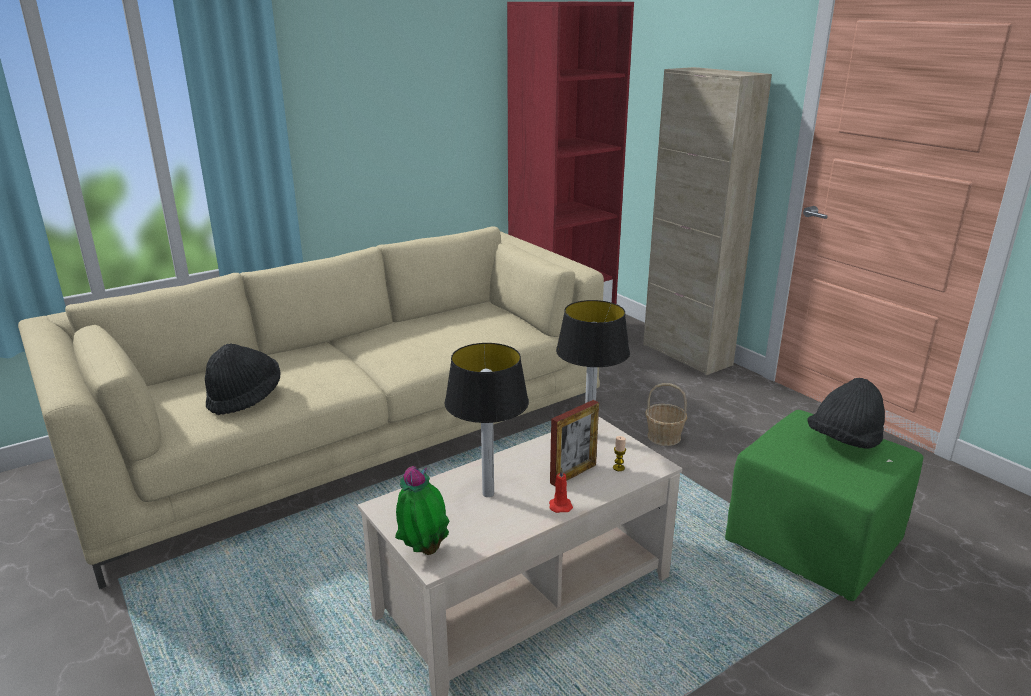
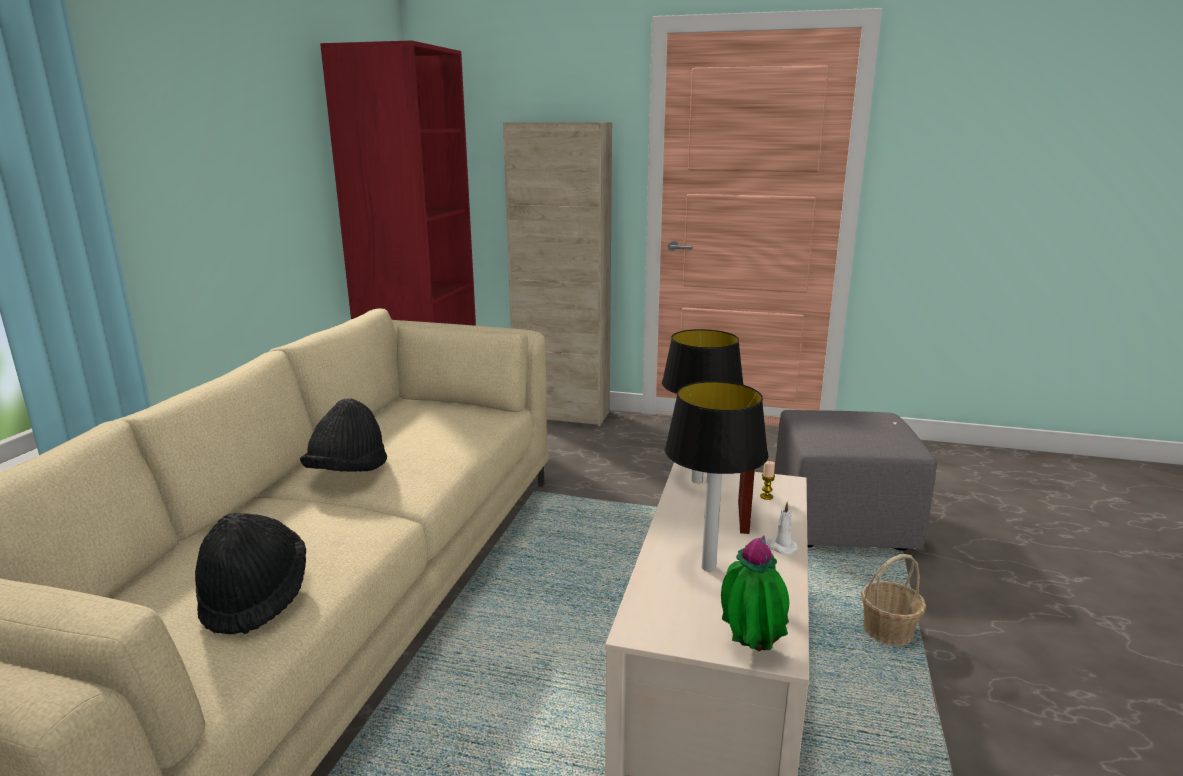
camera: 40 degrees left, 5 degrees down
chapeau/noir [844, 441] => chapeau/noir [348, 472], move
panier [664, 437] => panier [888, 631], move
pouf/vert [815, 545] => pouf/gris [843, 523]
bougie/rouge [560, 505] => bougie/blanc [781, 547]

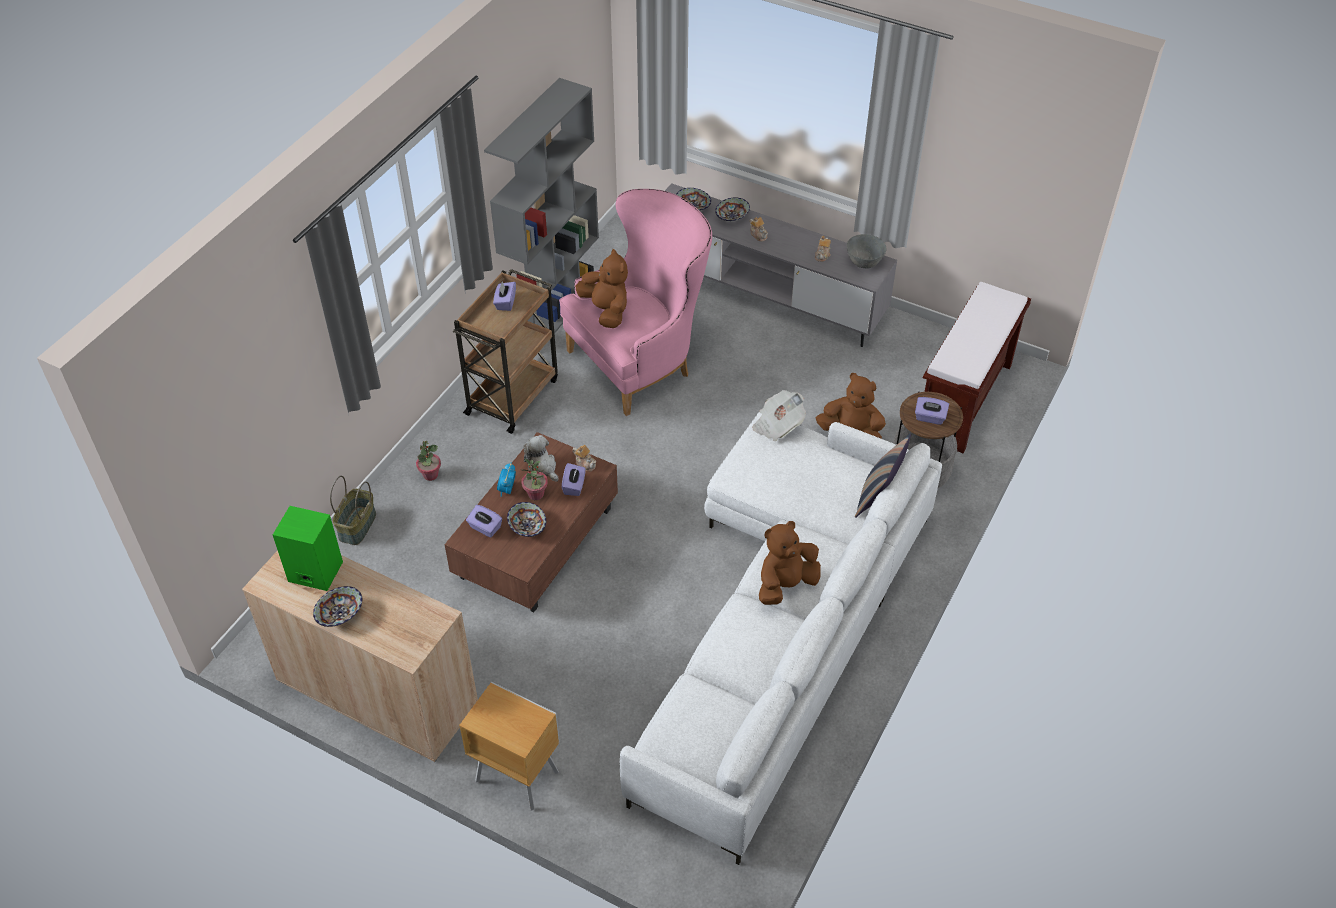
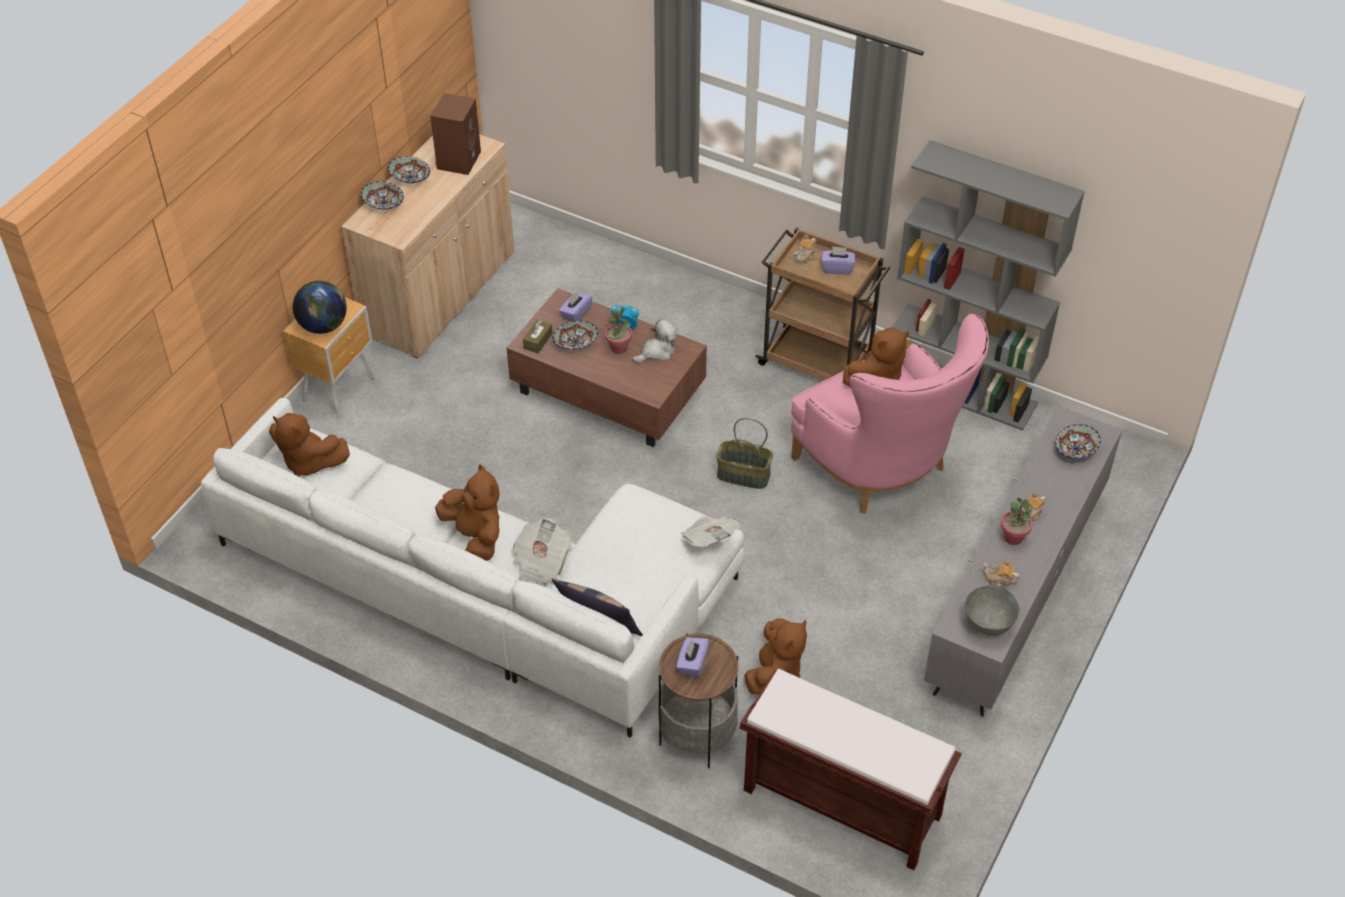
camera: 90 degrees right, 0 degrees up
bol [731, 217] => bol [384, 204], move
plante en pot [430, 475] => plante en pot [1013, 537], move
théière [585, 463] => théière [804, 257], move
boîte à mouchoirs/violet [574, 486] => nothing
panier [358, 526] => panier [743, 475], move
enceinte/vert [314, 572] => enceinte/marron [458, 159]
nothing => globe [323, 325]
nothing => boîte à mouchoirs/marron [538, 341]
nothing => peluche/marron [308, 462]
nothing => journal [541, 563]

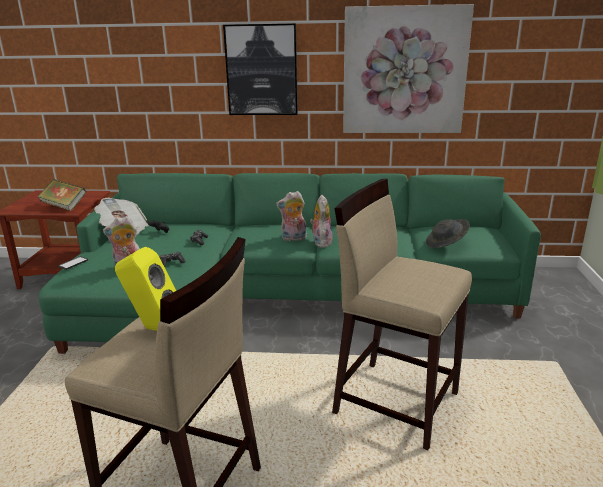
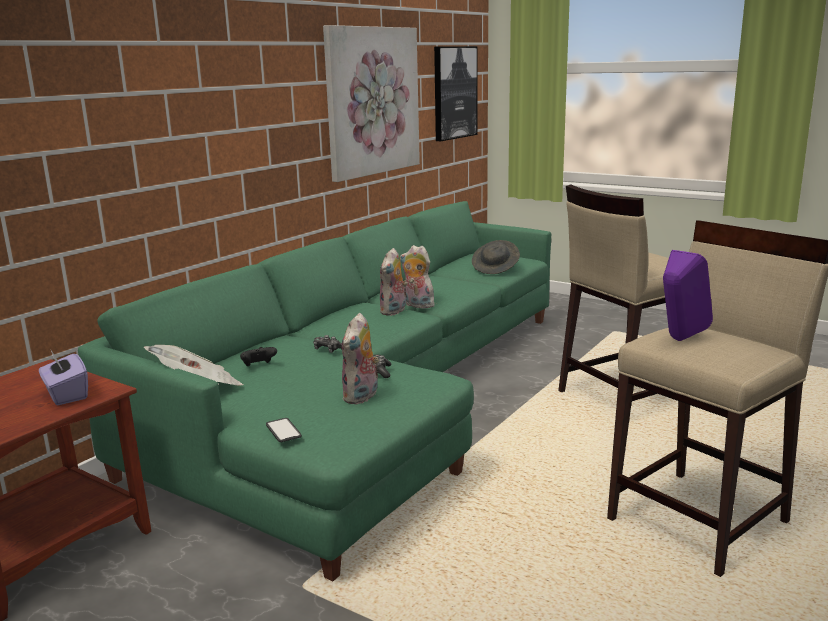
camera: 60 degrees left, 5 degrees down
tableau [262, 70] => tableau [454, 92], move
livre [64, 206] => boîte à mouchoirs/violet [66, 395]
enceinte/jaune [154, 329] => enceinte/violet [679, 340]

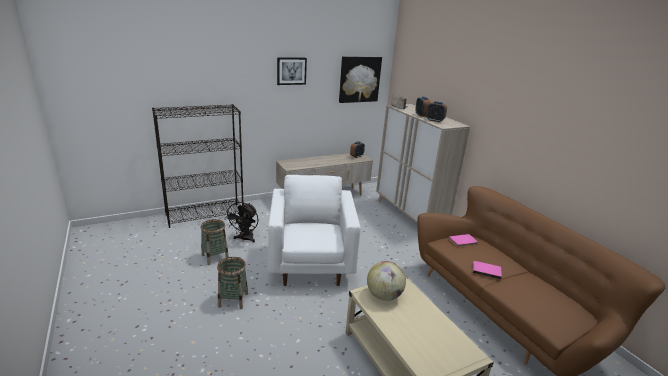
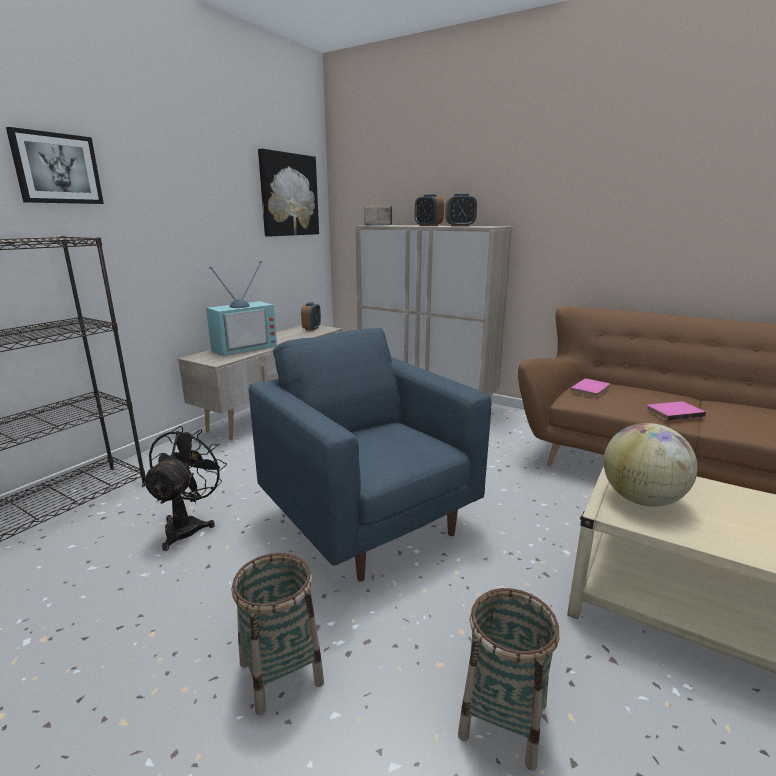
camera: 30 degrees left, 5 degrees down
tableau [291, 71] => tableau [57, 168], move
fauteuil/blanc [311, 265] => fauteuil/bleu [370, 521]
ventilateur/noir [244, 239] => ventilateur/noir [188, 525], 150 degrees counterclockwise
panier [215, 257] => panier [503, 719], move
nothing => téléviseur [244, 347]

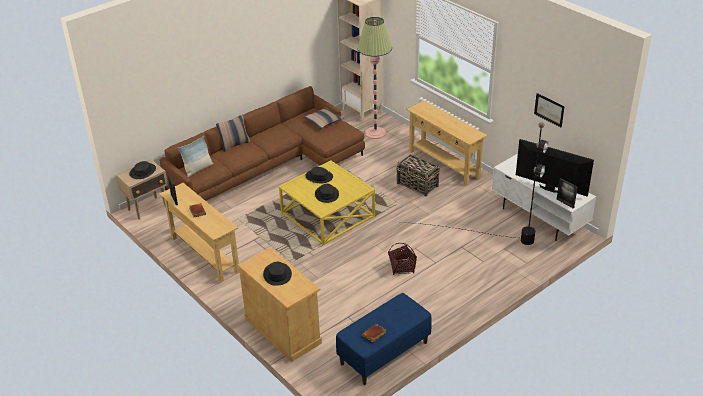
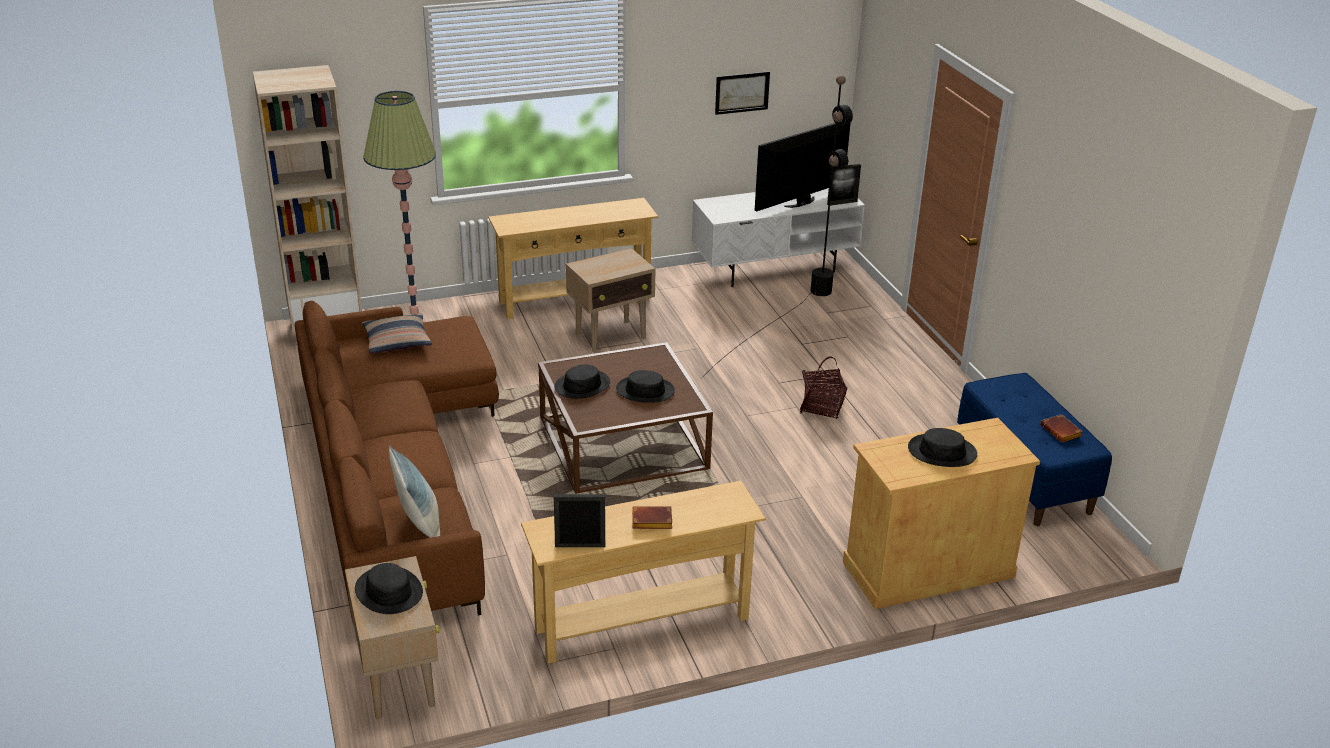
camera: 70 degrees left, 5 degrees down
coussin [234, 144] => nothing
panier [418, 185] => table d'appoint/beige [611, 336]
table basse/jaune [327, 214] => table basse/marron [622, 443]

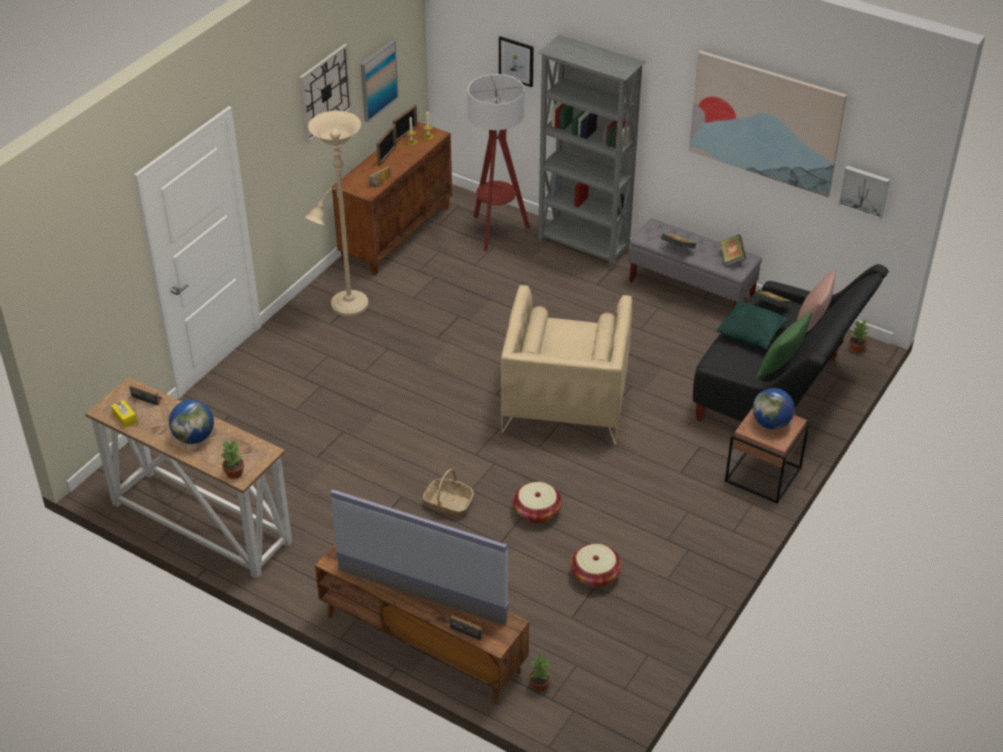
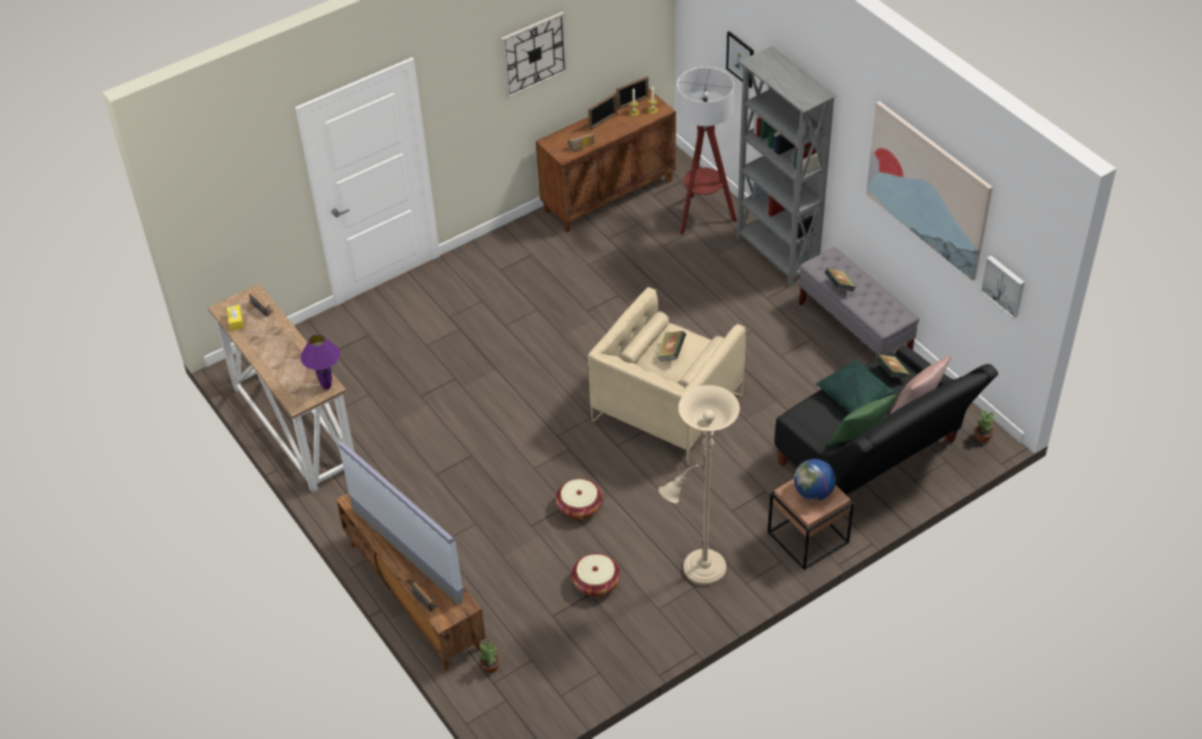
camera: 25 degrees right, 5 degrees up
tableau [378, 80] => nothing
lampadaire/beige [346, 307] => lampadaire/beige [699, 571], move
livre [731, 258] => livre [671, 353], move
globe [194, 437] => nothing
plante en pot [234, 473] => nothing
panier [448, 503] => nothing
nothing => lampe de table/violet [327, 387]

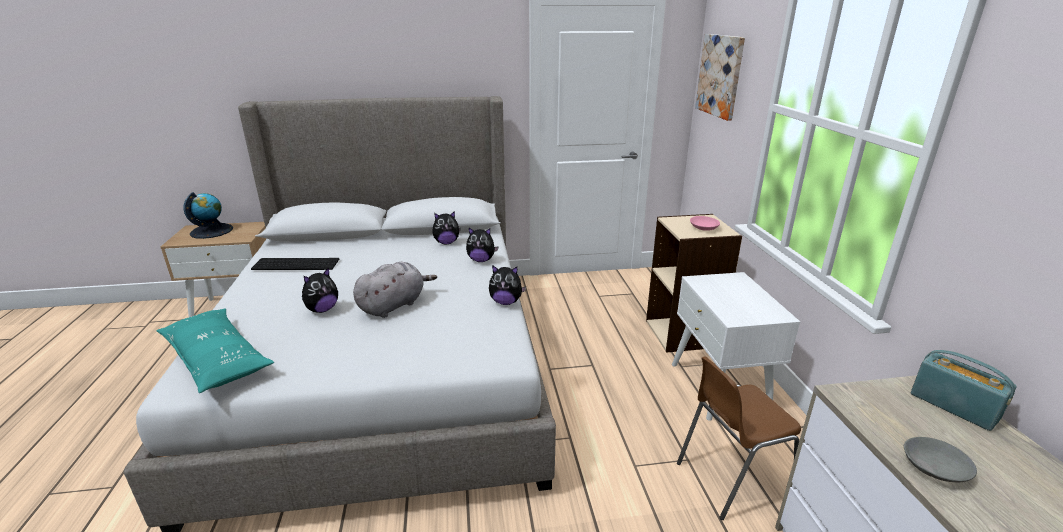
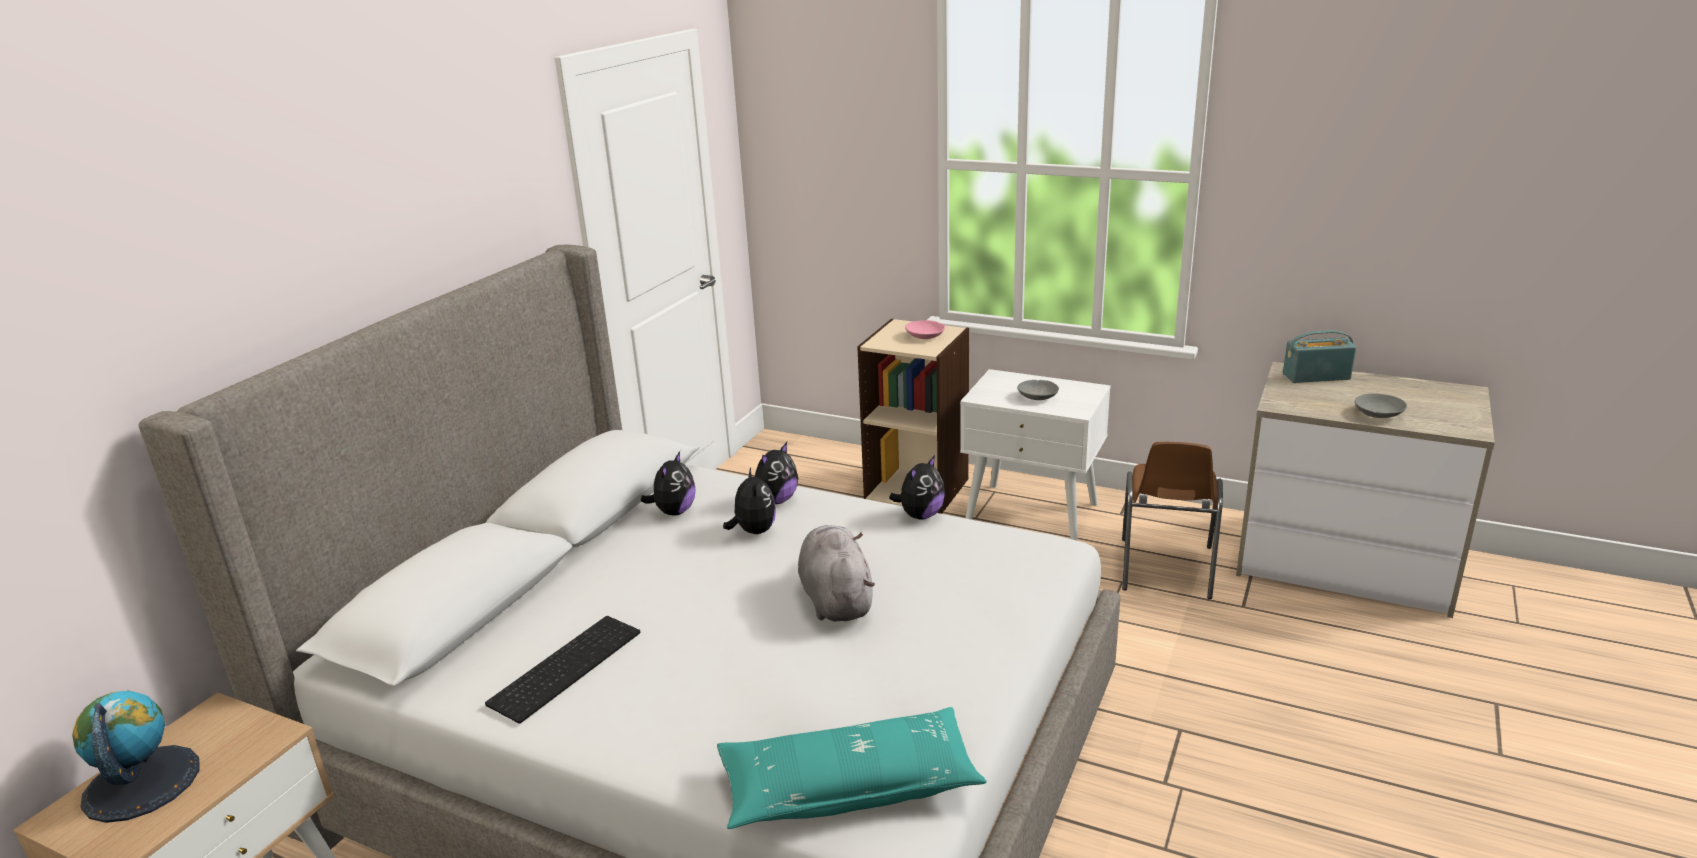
camera: 55 degrees left, 0 degrees up
tableau [720, 75] => nothing
peluche [322, 309] => peluche [753, 531], move
nothing => bol/gris [1038, 396]

